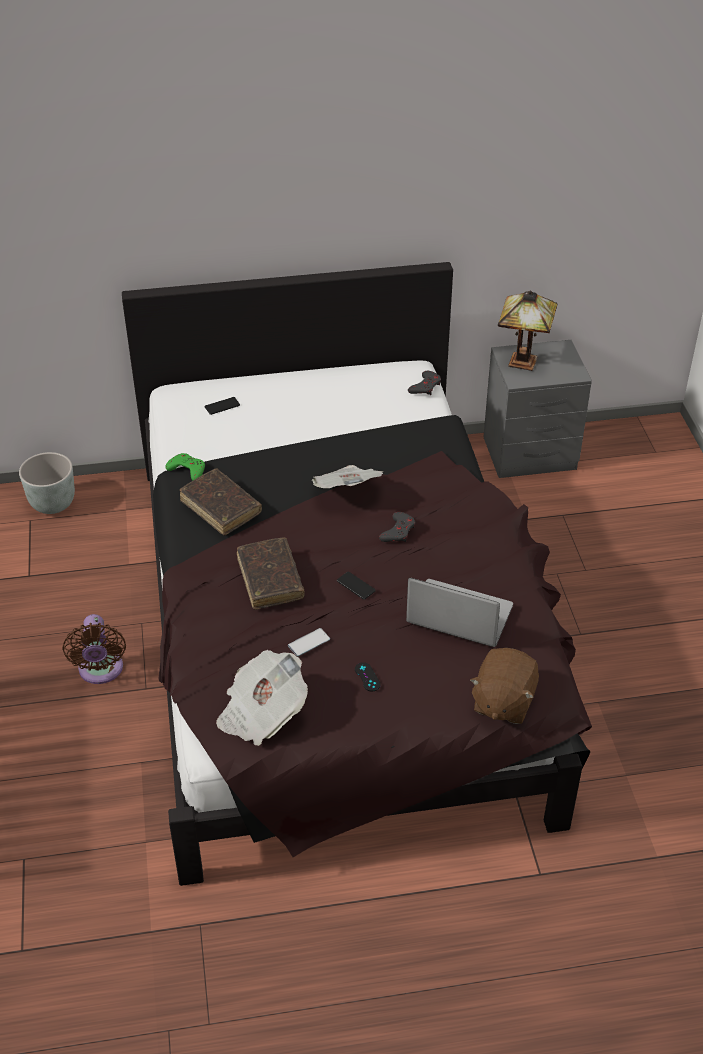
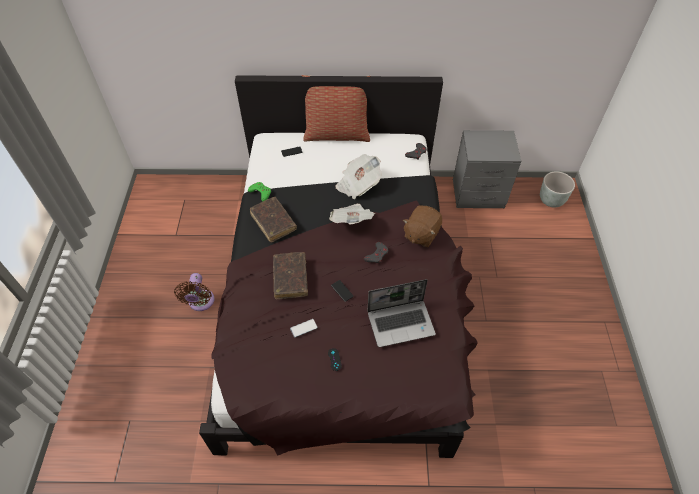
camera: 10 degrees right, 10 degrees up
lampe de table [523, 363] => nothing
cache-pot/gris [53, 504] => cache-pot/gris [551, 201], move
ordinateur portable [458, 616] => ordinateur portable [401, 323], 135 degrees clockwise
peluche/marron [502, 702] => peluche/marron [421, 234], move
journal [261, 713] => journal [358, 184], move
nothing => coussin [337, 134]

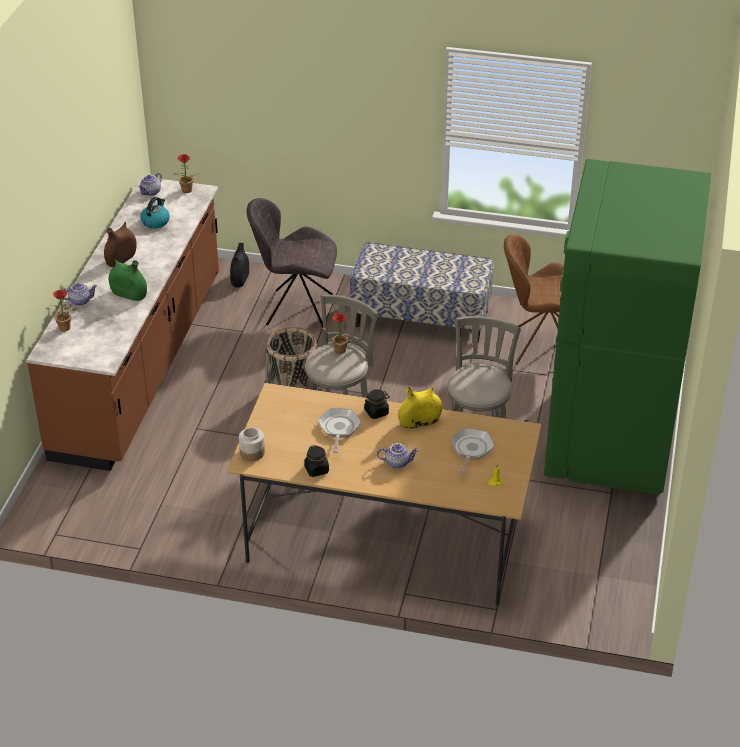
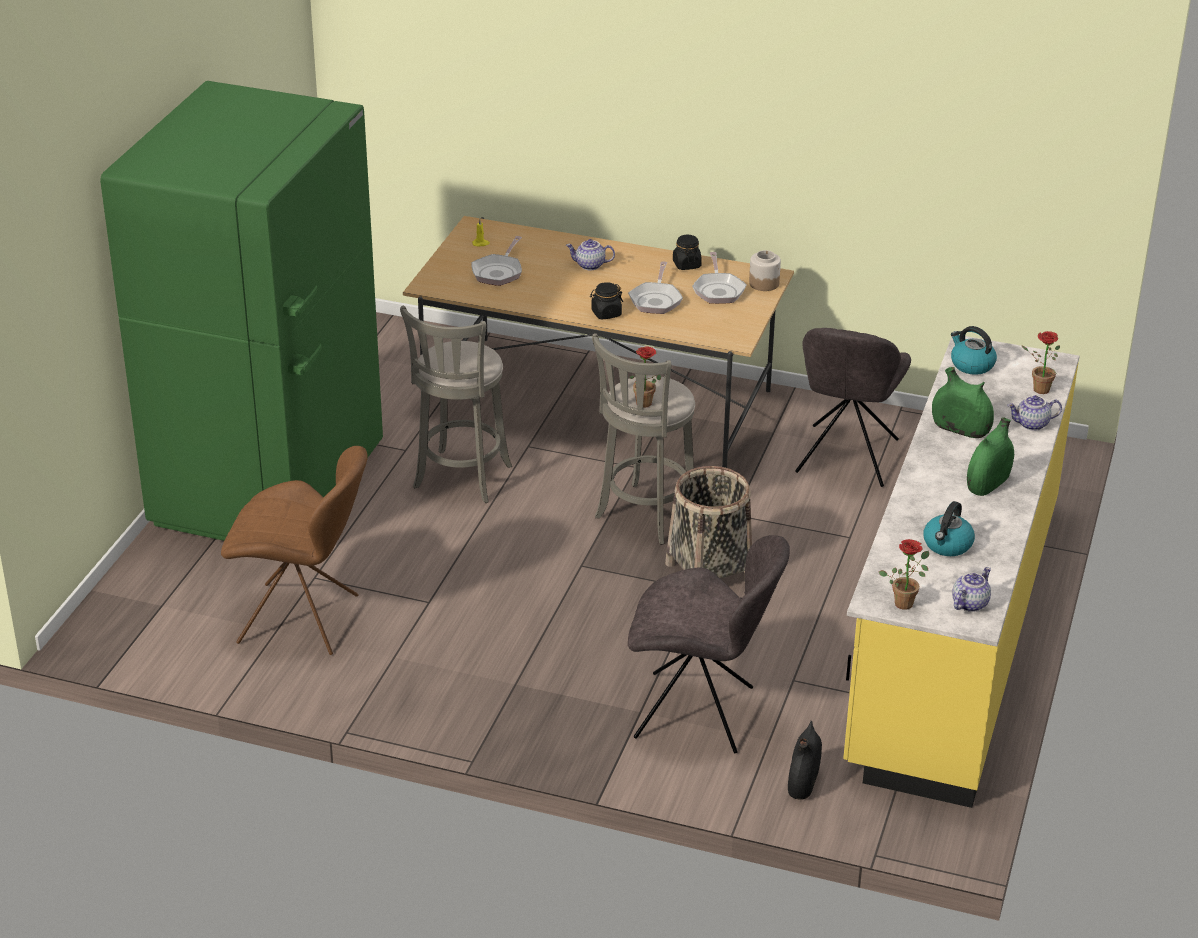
camera: 175 degrees left, 5 degrees down
comptoir de cuisine/marron [141, 365] => comptoir de cuisine/jaune [952, 633]
vase/marron [121, 259] => vase/vert [988, 483]
banc [421, 318] => nothing
vase/jaune [420, 422] => nothing
nothing => poêle [718, 290]
nothing => bouilloire [971, 365]
nothing => chaise/gris [846, 458]

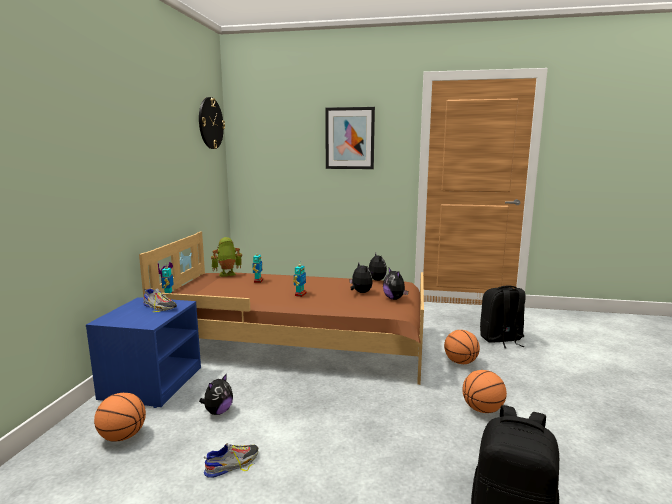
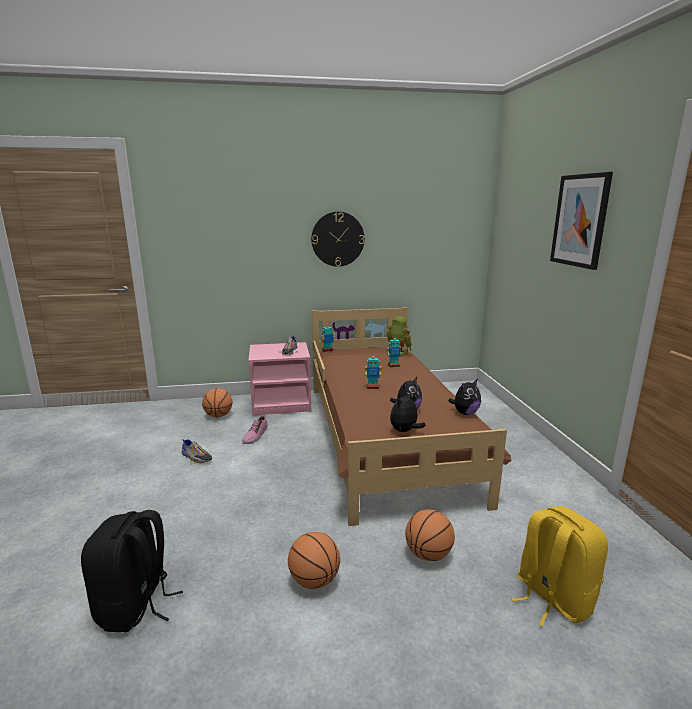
camera: 70 degrees right, 5 degrees up
horloge murale [210, 123] => horloge murale [337, 239], move
sac à dos/noir [501, 339] => sac à dos/jaune [552, 598]
table de chevet/bleu [151, 383] => table de chevet/rose [282, 403]
peluche [218, 411] => chaussure [255, 435]

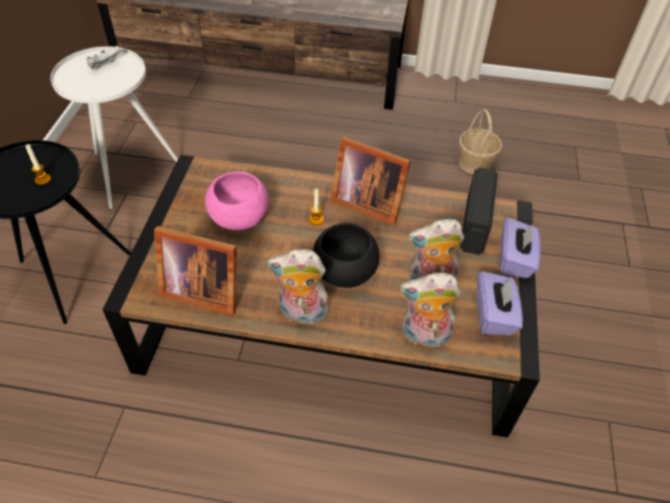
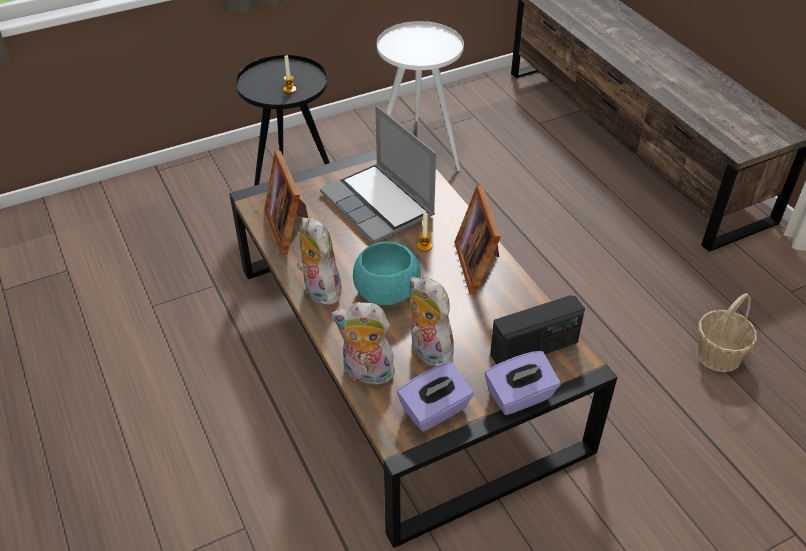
camera: 55 degrees right, 5 degrees down
manette/blanc [104, 66] => nothing
bol/rose [239, 217] => ordinateur portable [379, 205]
bol/noir [344, 271] => bol/turquoise [386, 291]
peluche [424, 336] => peluche [366, 373], 45 degrees counterclockwise

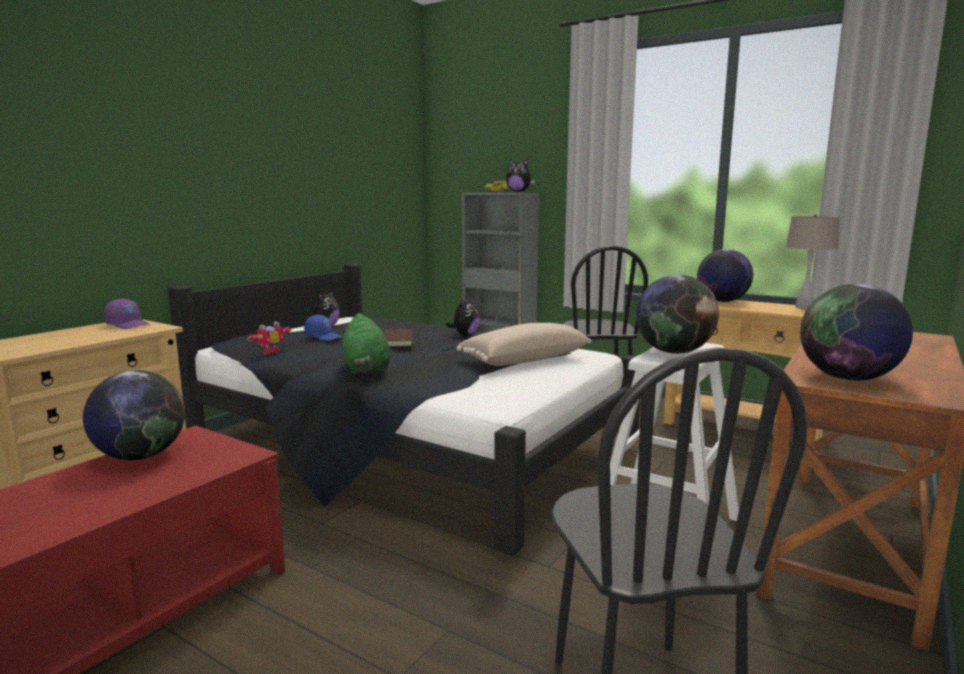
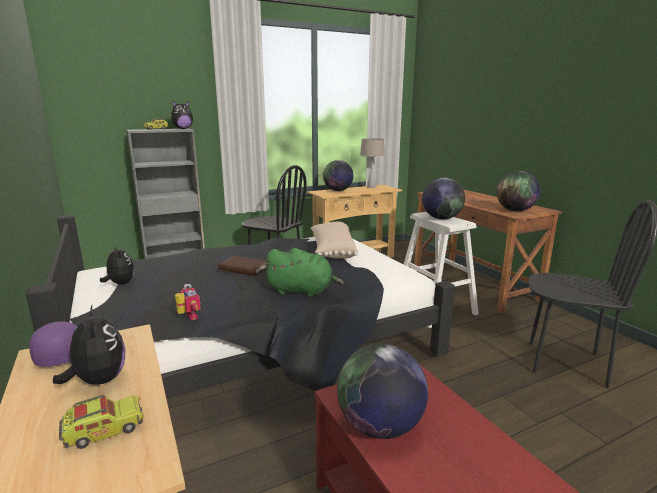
camera: 60 degrees left, 5 degrees up
peluche [465, 335] => peluche [98, 380], move
casquette/bleu [324, 337] => nothing
nothing => camion jouet [104, 430]

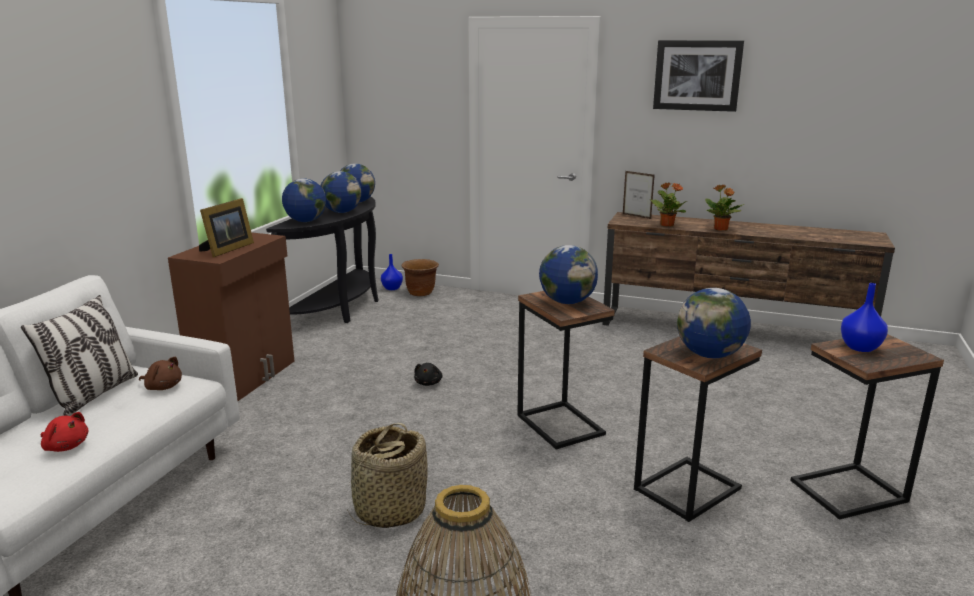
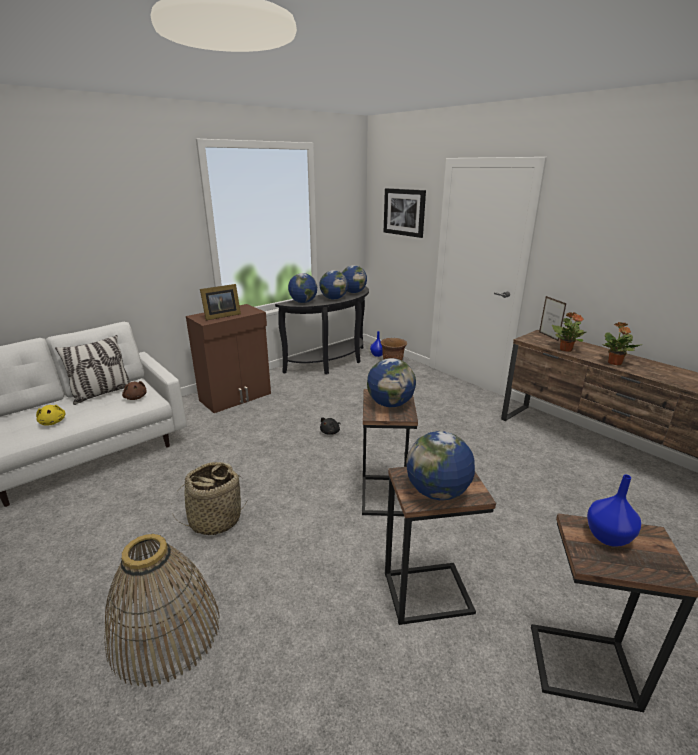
camera: 30 degrees right, 5 degrees up
tableau [697, 75] => tableau [404, 212], move
peluche/rouge [66, 446] => peluche/jaune [53, 422]

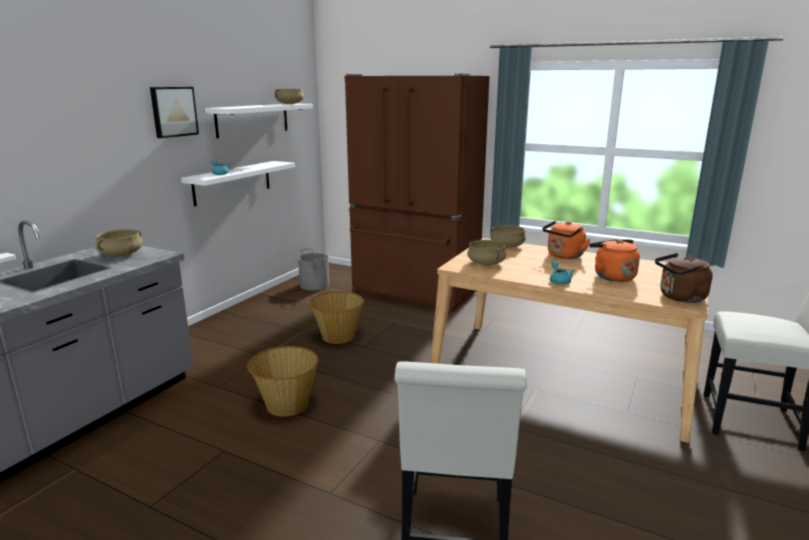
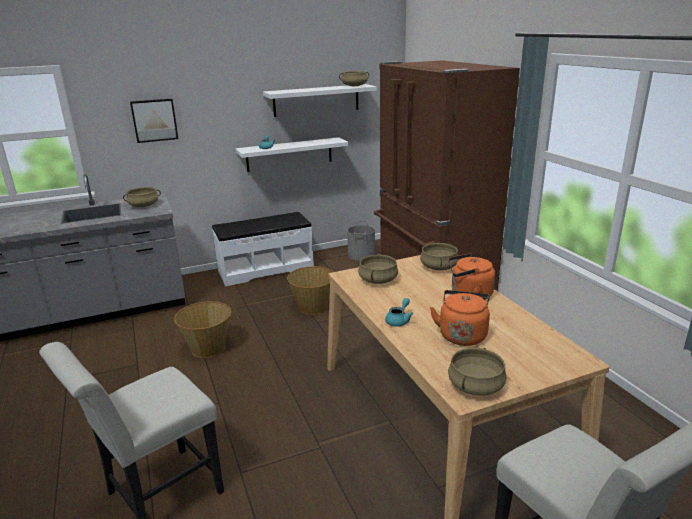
camera: 40 degrees right, 5 degrees up
tableau [173, 111] => tableau [154, 120], move
bouilloire/marron [680, 298] => marmite/beige [475, 386]
nothing => banc/blanc [265, 269]

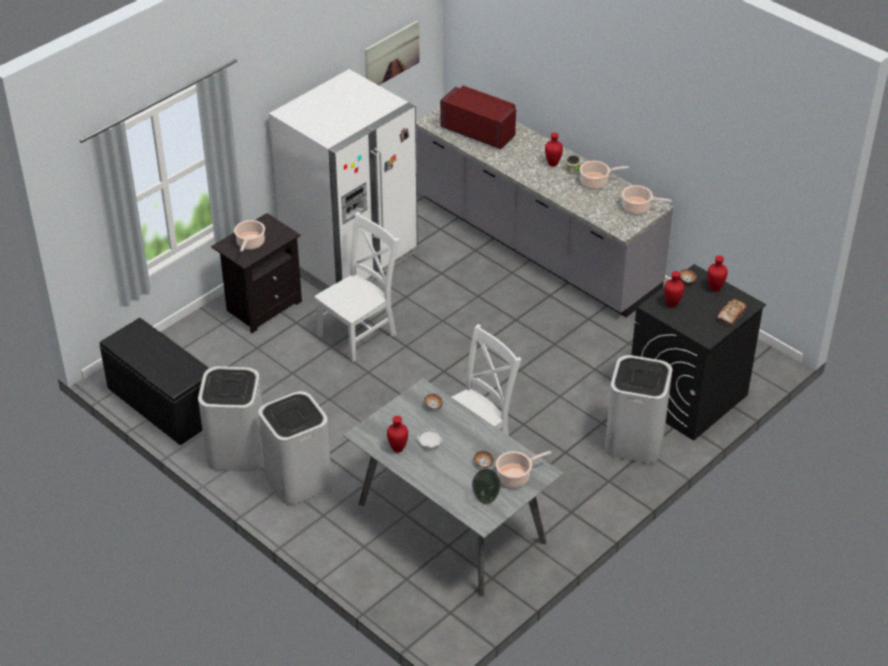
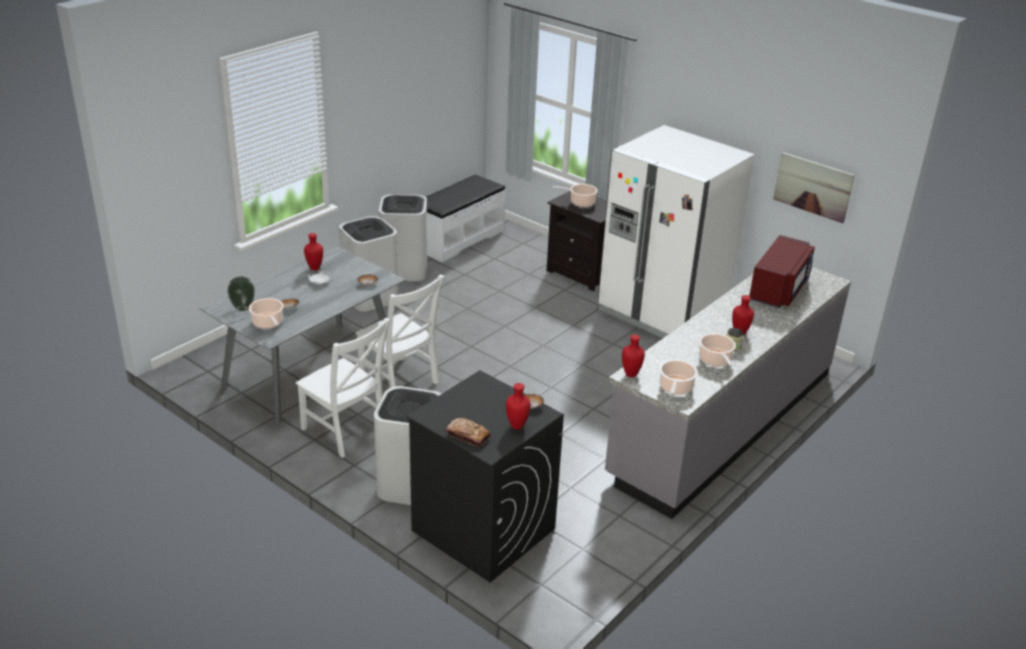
camera: 85 degrees right, 10 degrees down
chaise/blanc [359, 333] => chaise/blanc [346, 432], move
vase/rouge [672, 304] => vase/rouge [631, 375], move
banc/noir [162, 403] => banc/blanc [458, 239]

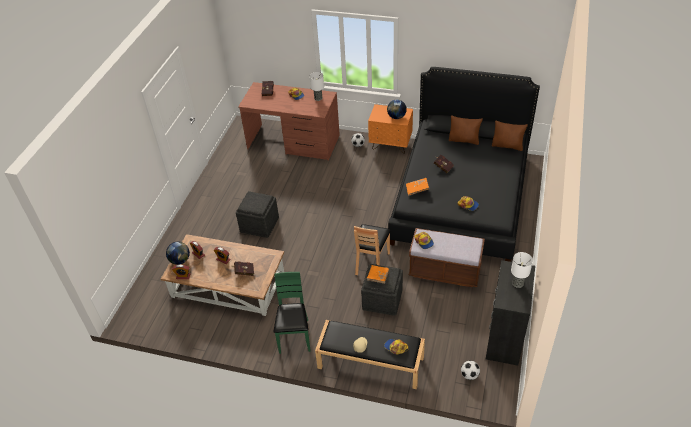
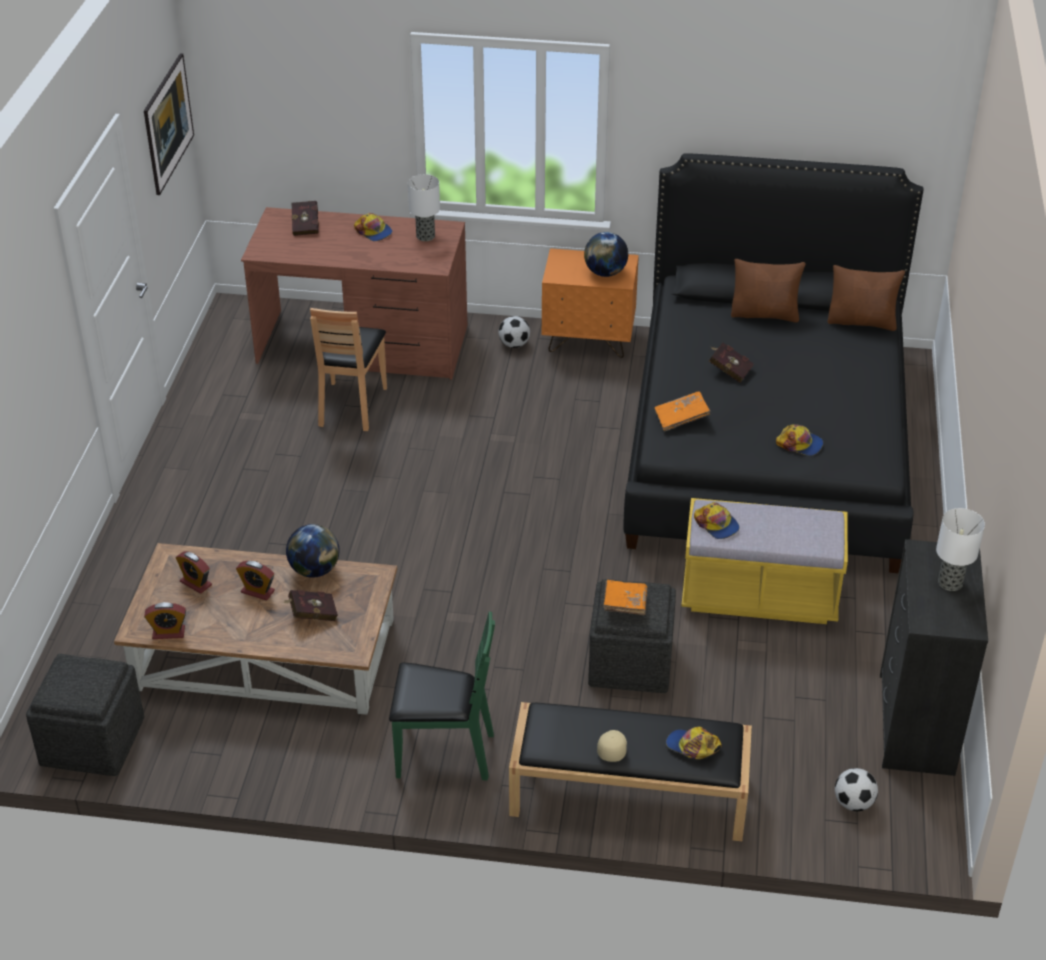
camera: 10 degrees left, 5 degrees down
pouf/gris [259, 225] => pouf/gris [91, 742], move
chaise/marron [372, 263] => chaise/marron [351, 406], move
banc/marron [445, 271] => banc/jaune [759, 596]
globe [180, 260] => globe [314, 570], move
chaise/vert [294, 337] => chaise/vert [444, 753], 105 degrees clockwise
nothing => tableau [171, 144]

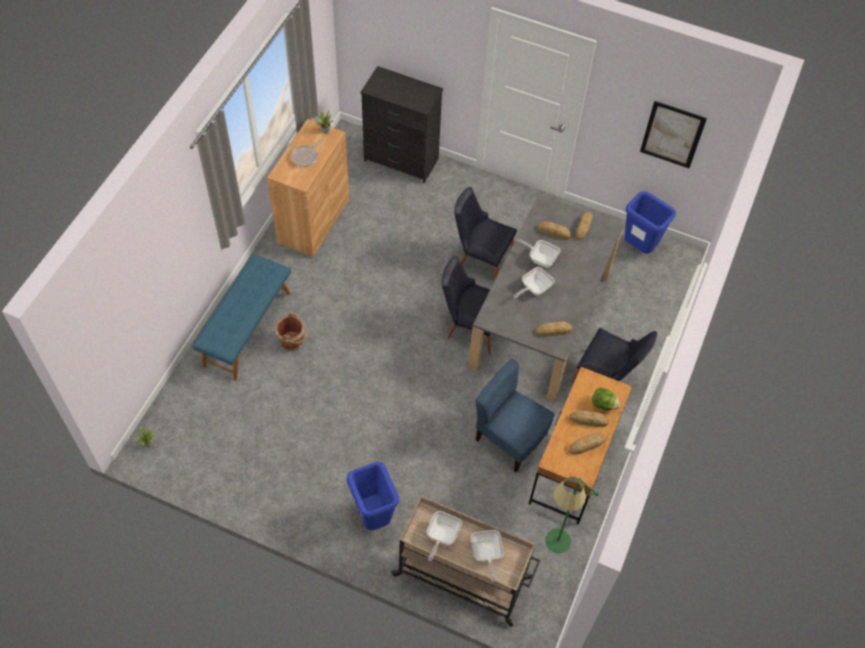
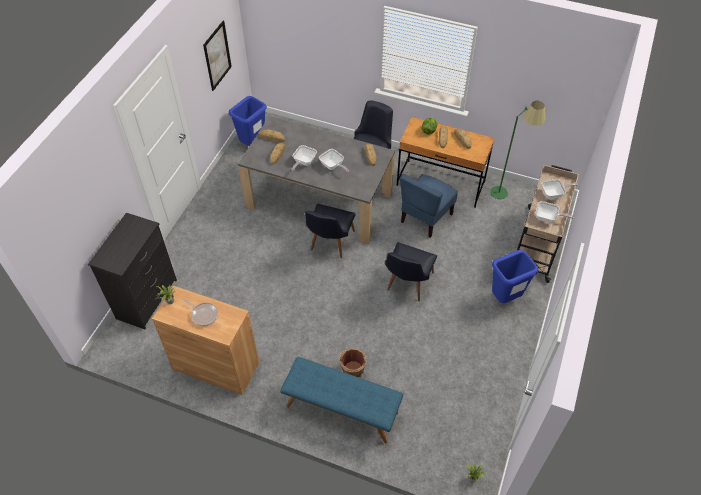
camera: 90 degrees left, 5 degrees down
chaise/noir [480, 260] => chaise/noir [407, 284], move

